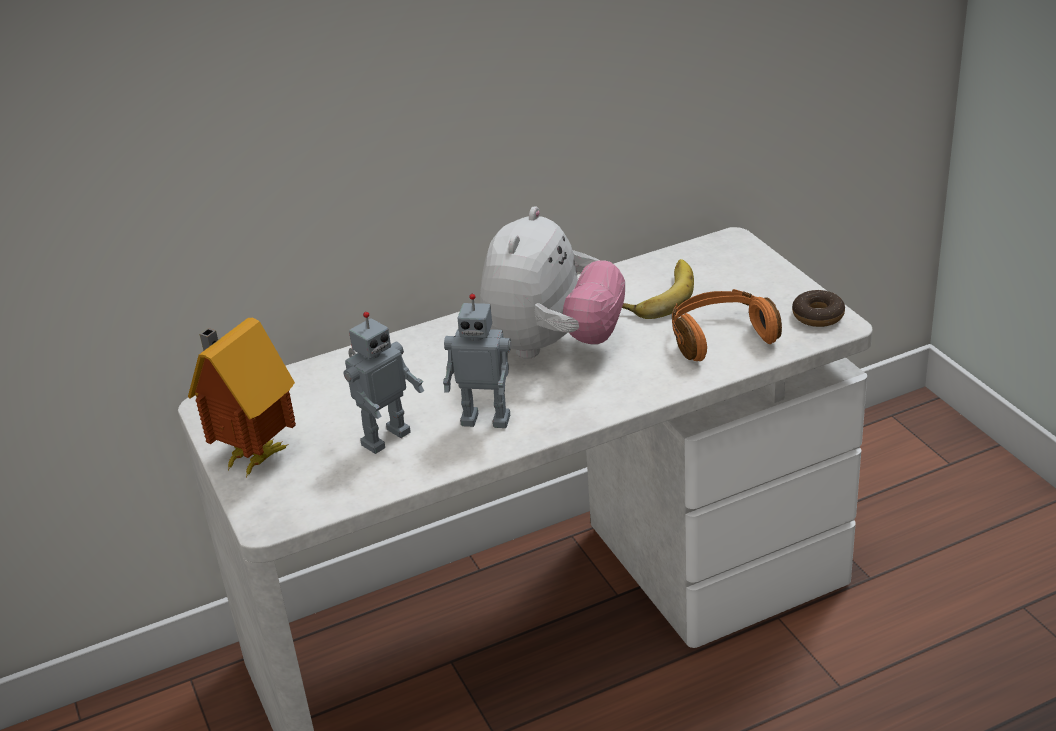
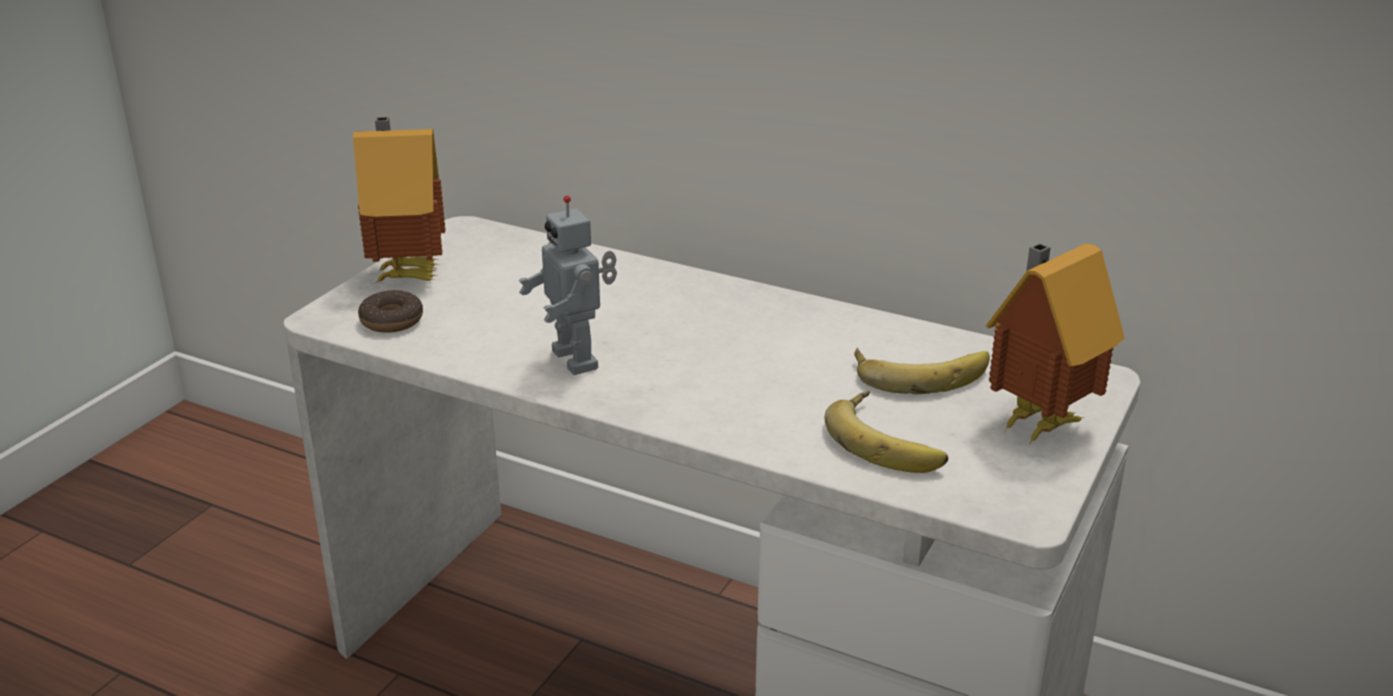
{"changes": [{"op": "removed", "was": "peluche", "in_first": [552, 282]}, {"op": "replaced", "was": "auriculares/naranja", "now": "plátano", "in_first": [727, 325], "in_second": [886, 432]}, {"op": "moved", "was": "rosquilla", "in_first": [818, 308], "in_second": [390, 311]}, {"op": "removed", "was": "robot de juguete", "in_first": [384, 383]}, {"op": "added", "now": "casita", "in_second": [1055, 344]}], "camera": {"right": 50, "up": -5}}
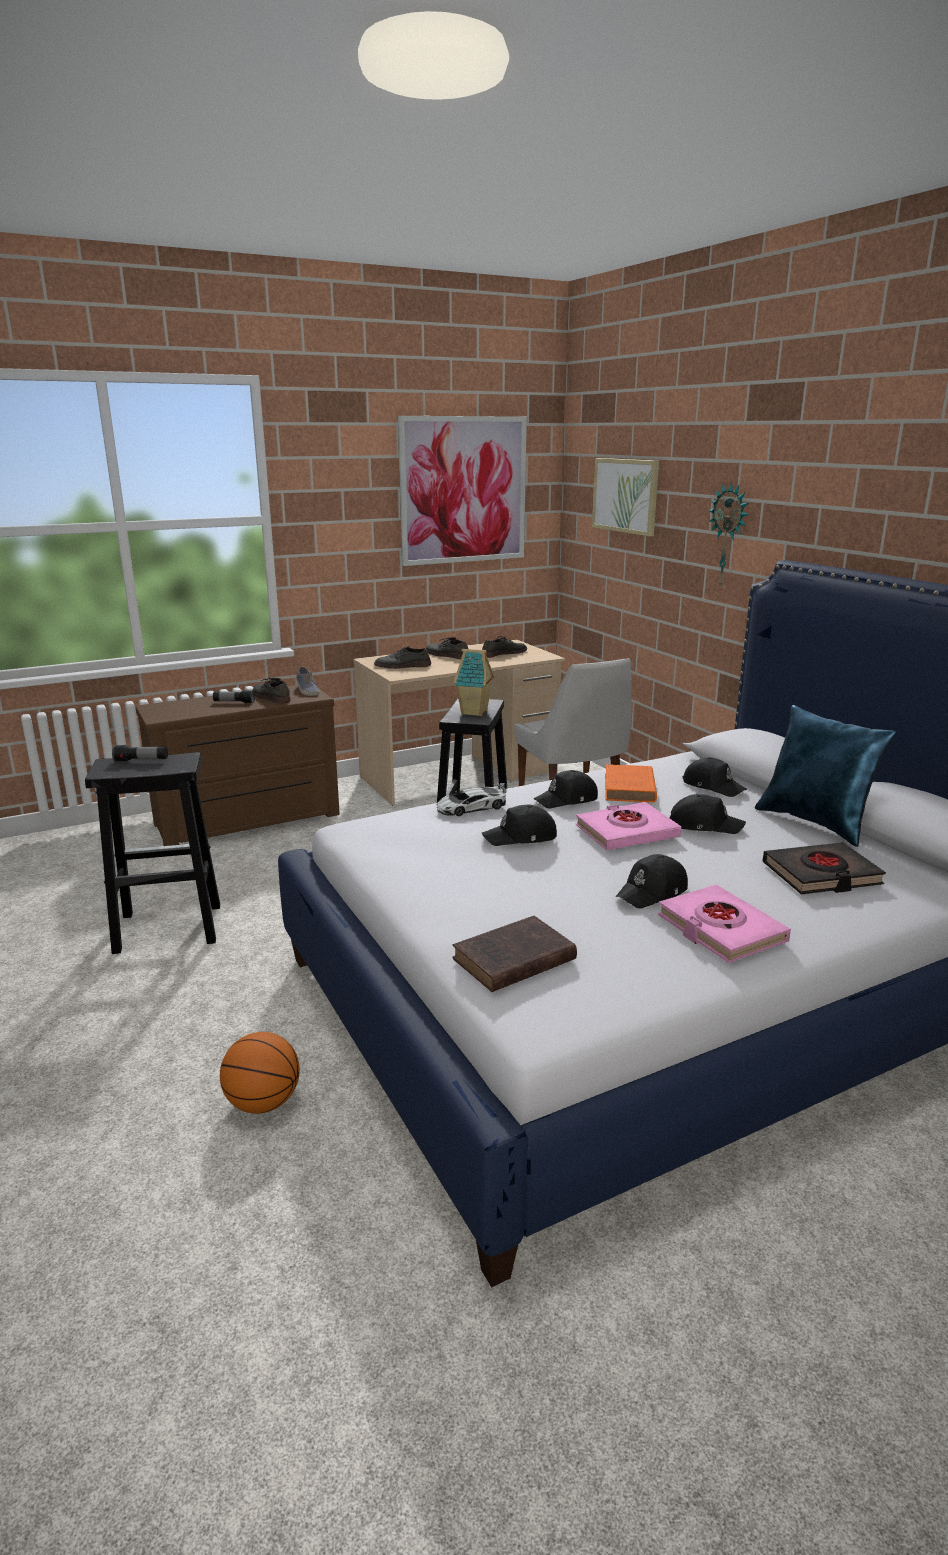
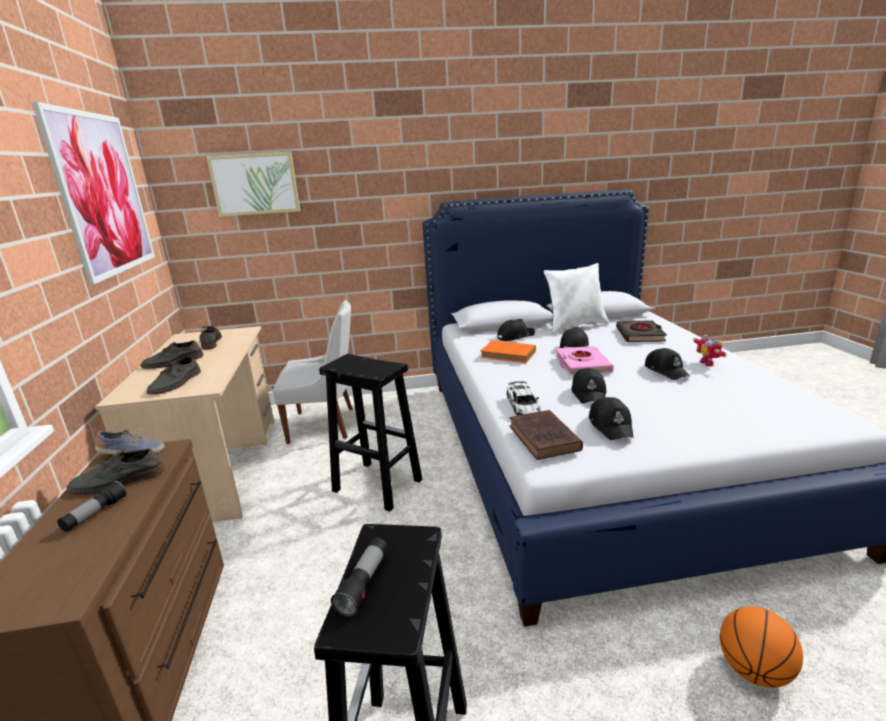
{"changes": [{"op": "removed", "was": "reloj de pared", "in_first": [728, 535]}, {"op": "removed", "was": "casita", "in_first": [474, 682]}, {"op": "recoloured", "was": "cojín/azul", "now": "cojín/blanco", "in_first": [825, 776], "in_second": [576, 298]}, {"op": "moved", "was": "gorra/negro", "in_first": [565, 789], "in_second": [611, 418]}, {"op": "replaced", "was": "libro/rosa", "now": "robot de juguete", "in_first": [724, 924], "in_second": [710, 350]}, {"op": "moved", "was": "libro/marrón", "in_first": [515, 954], "in_second": [546, 435]}], "camera": {"right": -70, "up": 0}}
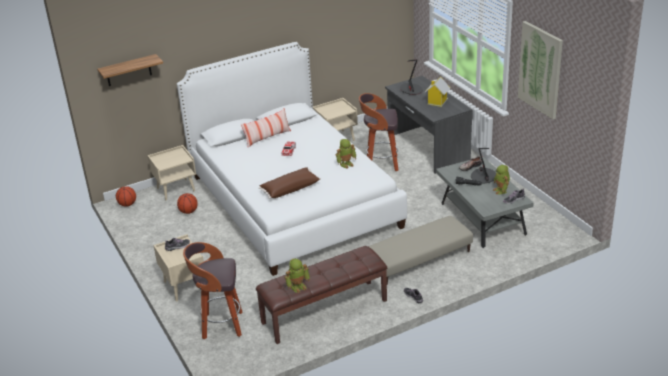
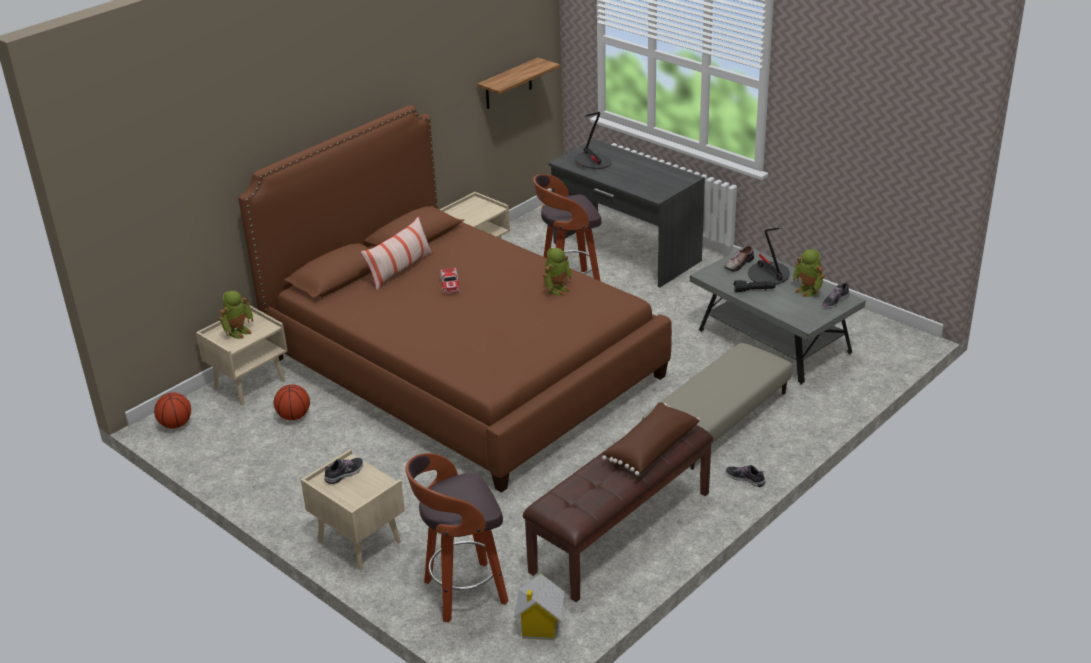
{"changes": [{"op": "removed", "was": "cuadro", "in_first": [540, 70]}, {"op": "recoloured", "was": "cama/blanco", "now": "cama/marrón", "in_first": [292, 159], "in_second": [455, 299]}, {"op": "moved", "was": "estante", "in_first": [130, 70], "in_second": [518, 83]}, {"op": "moved", "was": "casita", "in_first": [437, 92], "in_second": [539, 607]}, {"op": "moved", "was": "cojín/marrón", "in_first": [290, 183], "in_second": [651, 439]}, {"op": "moved", "was": "robot de juguete", "in_first": [297, 275], "in_second": [236, 315]}], "camera": {"right": -20, "up": 0}}
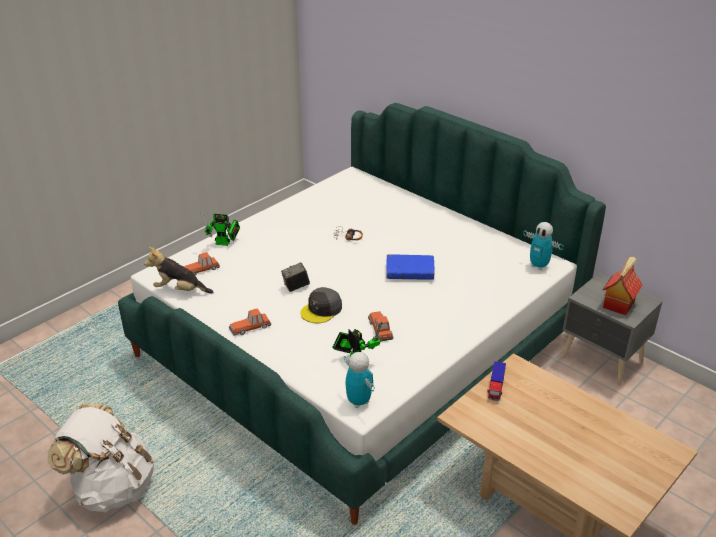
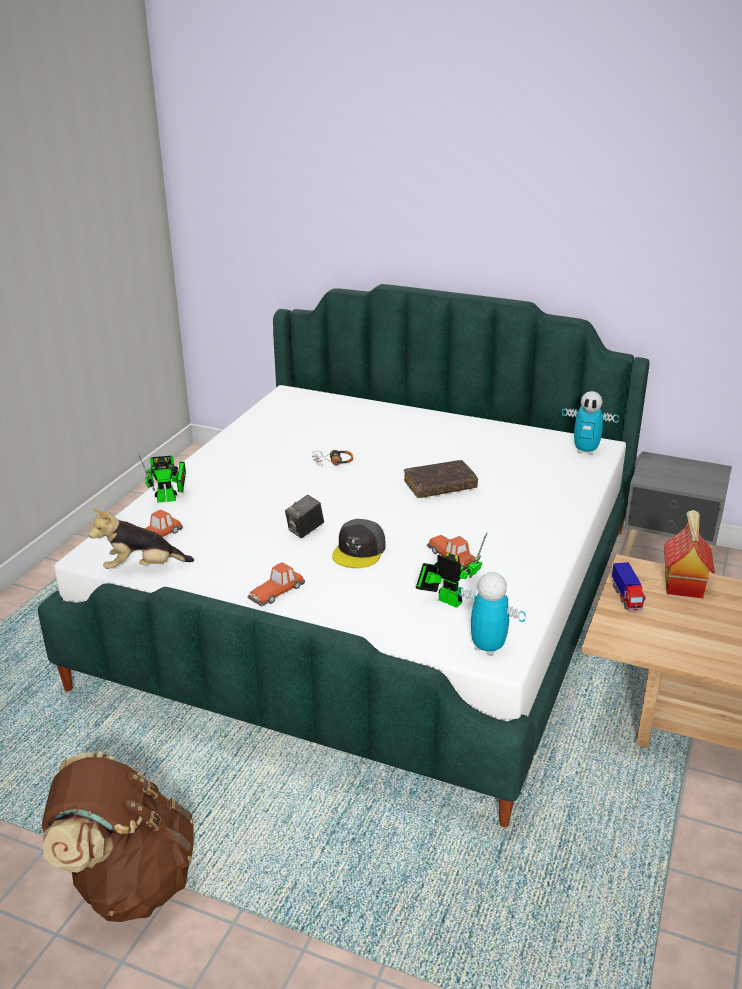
{"changes": [{"op": "recoloured", "was": "libro/azul", "now": "libro/marrón", "in_first": [410, 267], "in_second": [441, 479]}, {"op": "moved", "was": "casita", "in_first": [622, 285], "in_second": [689, 554]}, {"op": "recoloured", "was": "mochila/blanco", "now": "mochila/marrón", "in_first": [100, 458], "in_second": [118, 836]}], "camera": {"right": -20, "up": -5}}
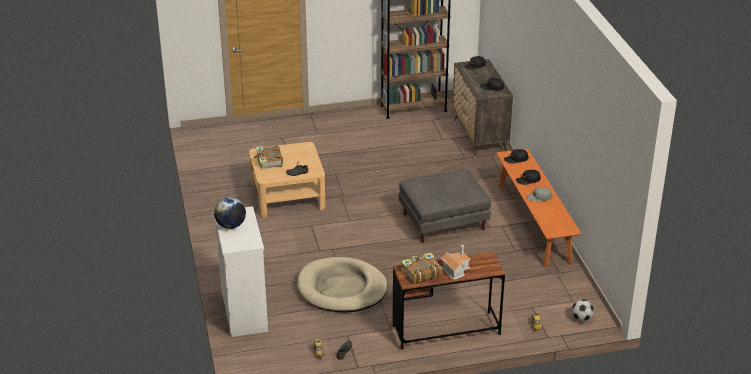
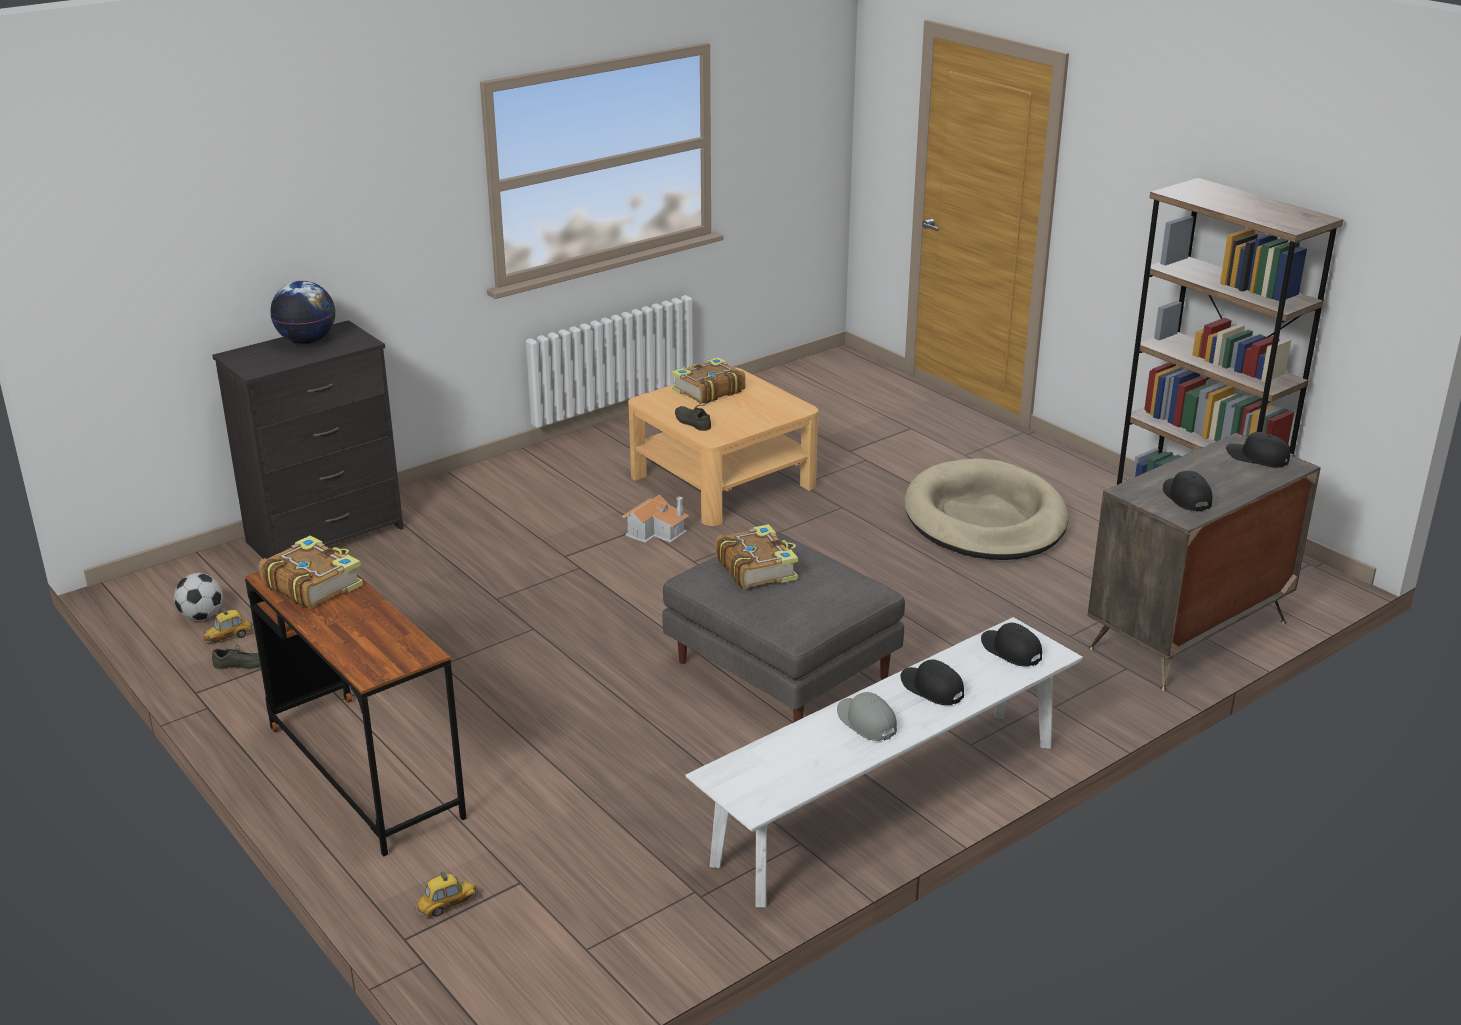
{"changes": [{"op": "recoloured", "was": "banco/naranja", "now": "banco/blanco", "in_first": [538, 207], "in_second": [884, 762]}, {"op": "recoloured", "was": "cómoda/blanco", "now": "cómoda/negro", "in_first": [241, 271], "in_second": [308, 439]}, {"op": "moved", "was": "casita", "in_first": [455, 262], "in_second": [655, 519]}, {"op": "moved", "was": "cama para perro/beis", "in_first": [342, 285], "in_second": [986, 509]}, {"op": "moved", "was": "balón de fútbol", "in_first": [583, 311], "in_second": [198, 596]}, {"op": "added", "now": "libro", "in_second": [757, 556]}], "camera": {"right": 65, "up": -5}}
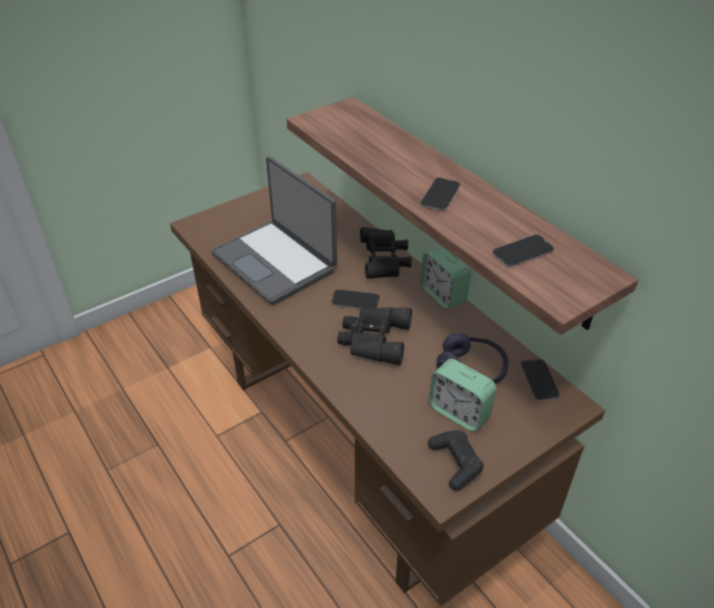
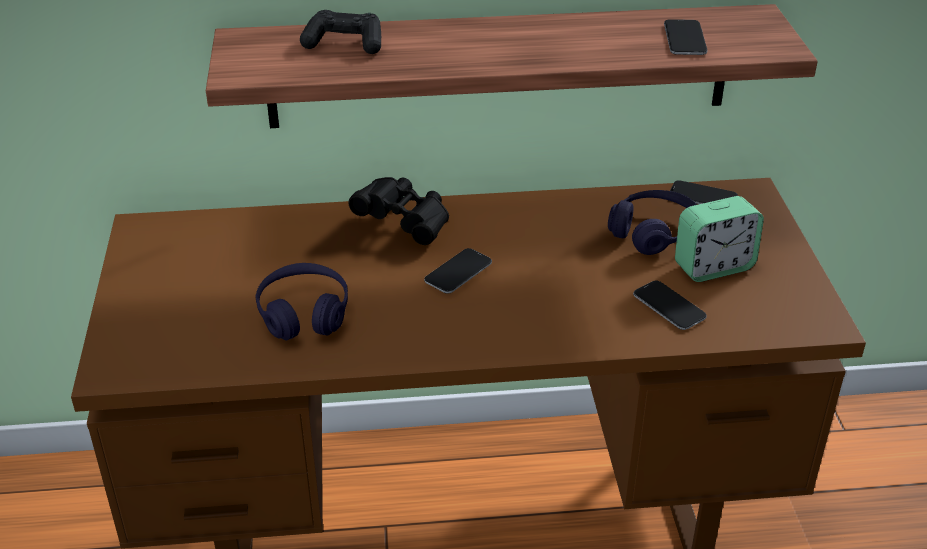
{"changes": [{"op": "replaced", "was": "portátil", "now": "auriculares/morado", "in_first": [274, 231], "in_second": [301, 301]}, {"op": "moved", "was": "móvil", "in_first": [440, 194], "in_second": [670, 305]}, {"op": "removed", "was": "despertador", "in_first": [445, 278]}, {"op": "removed", "was": "prismáticos/negro", "in_first": [374, 336]}, {"op": "moved", "was": "mando de consola/negro", "in_first": [456, 460], "in_second": [340, 32]}], "camera": {"right": -60, "up": -5}}
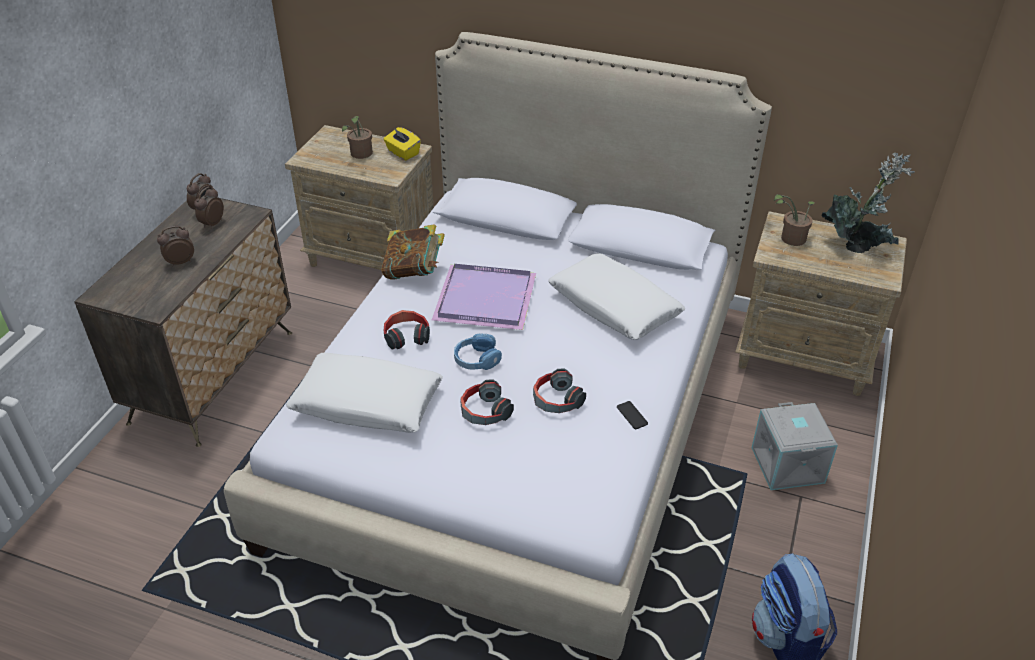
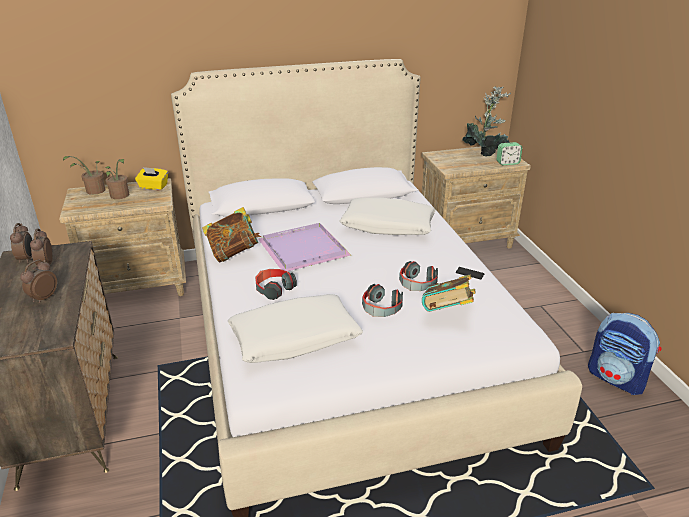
{"changes": [{"op": "moved", "was": "planta en maceta", "in_first": [794, 220], "in_second": [84, 175]}, {"op": "removed", "was": "auriculares/azul", "in_first": [478, 351]}, {"op": "removed", "was": "caja de almacenaje/gris", "in_first": [795, 446]}, {"op": "added", "now": "despertador", "in_second": [509, 153]}, {"op": "added", "now": "libro", "in_second": [449, 293]}], "camera": {"right": -35, "up": -10}}
